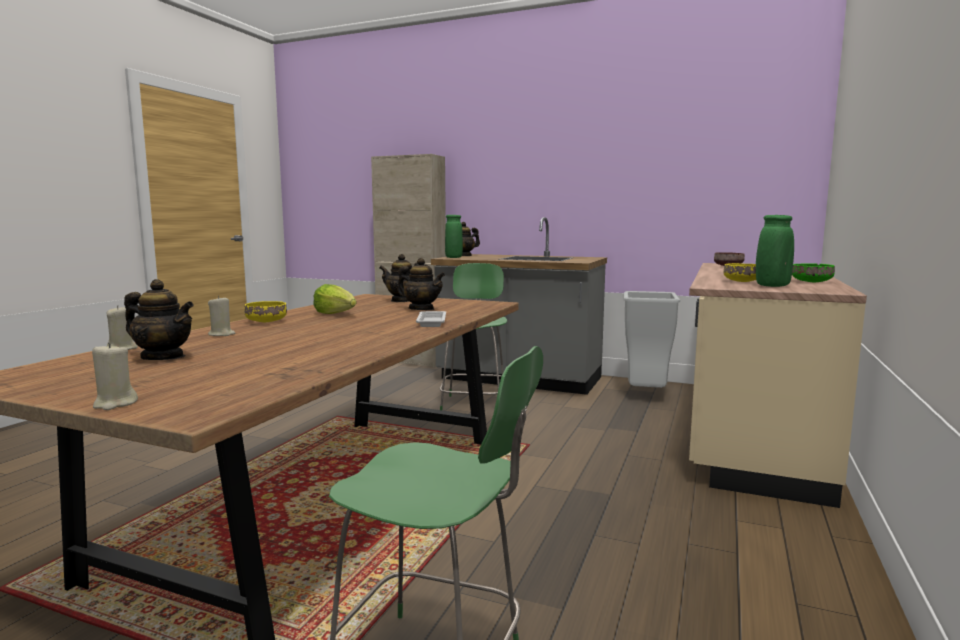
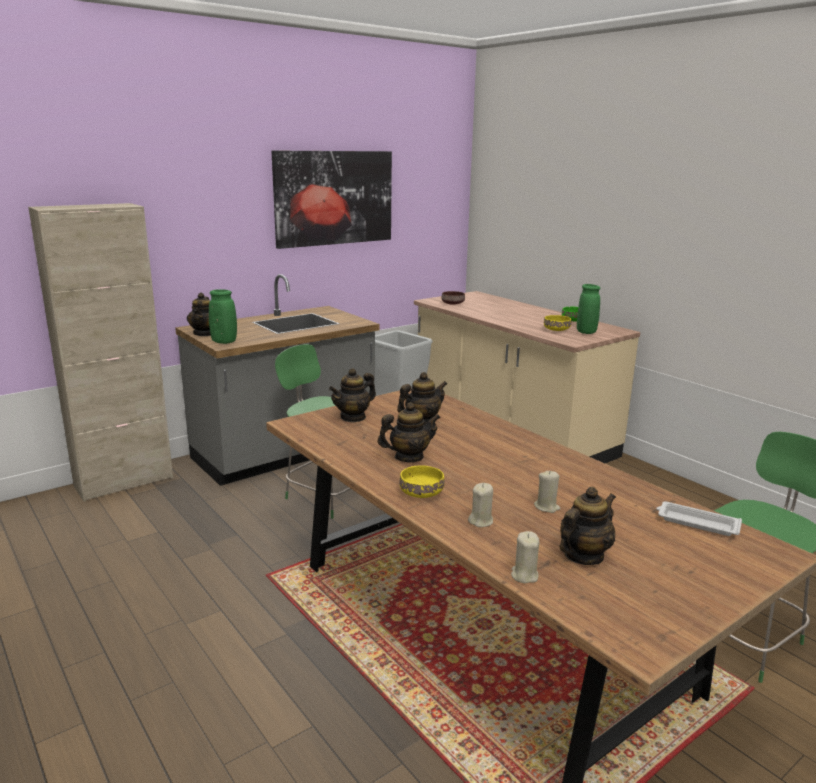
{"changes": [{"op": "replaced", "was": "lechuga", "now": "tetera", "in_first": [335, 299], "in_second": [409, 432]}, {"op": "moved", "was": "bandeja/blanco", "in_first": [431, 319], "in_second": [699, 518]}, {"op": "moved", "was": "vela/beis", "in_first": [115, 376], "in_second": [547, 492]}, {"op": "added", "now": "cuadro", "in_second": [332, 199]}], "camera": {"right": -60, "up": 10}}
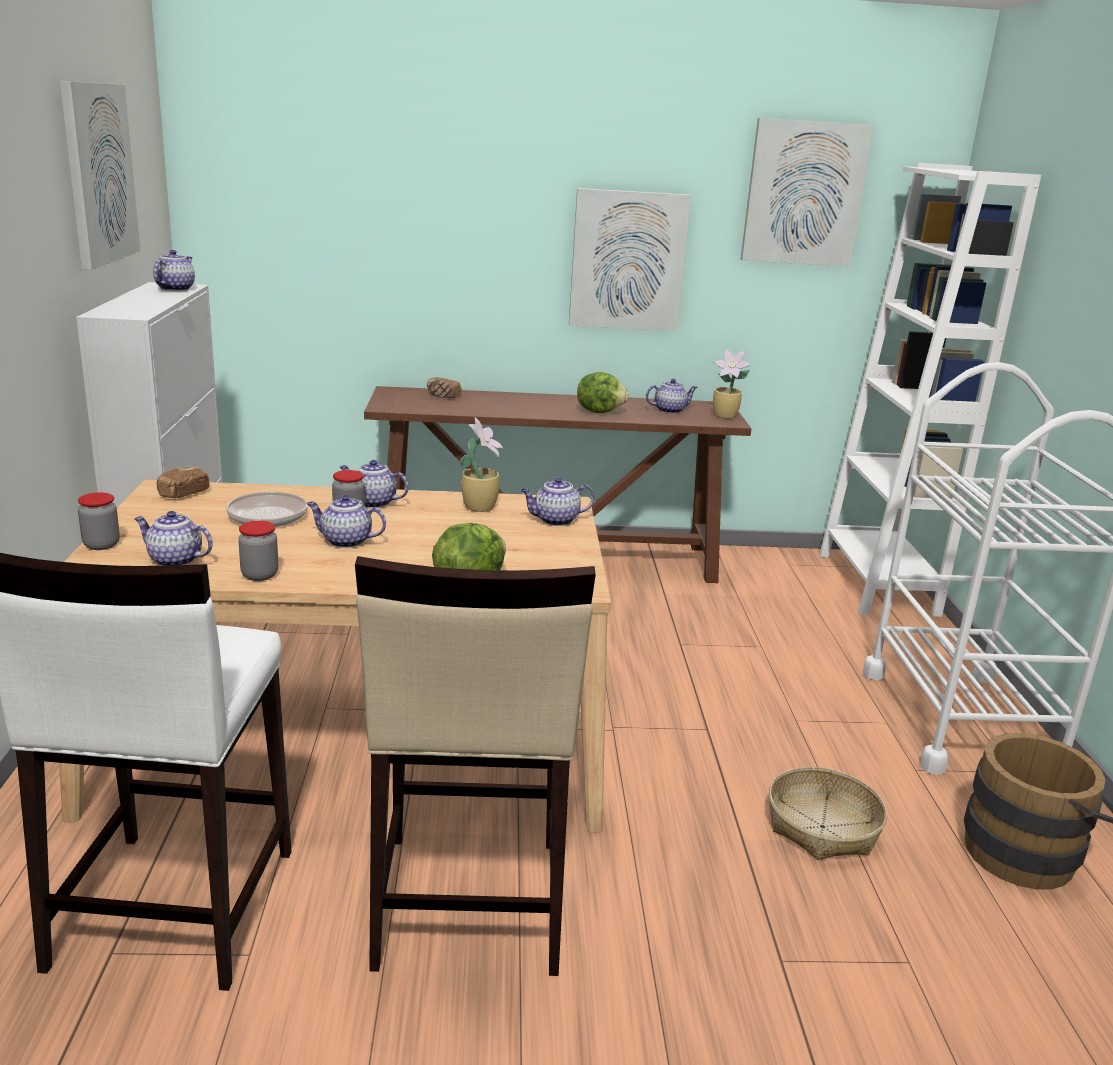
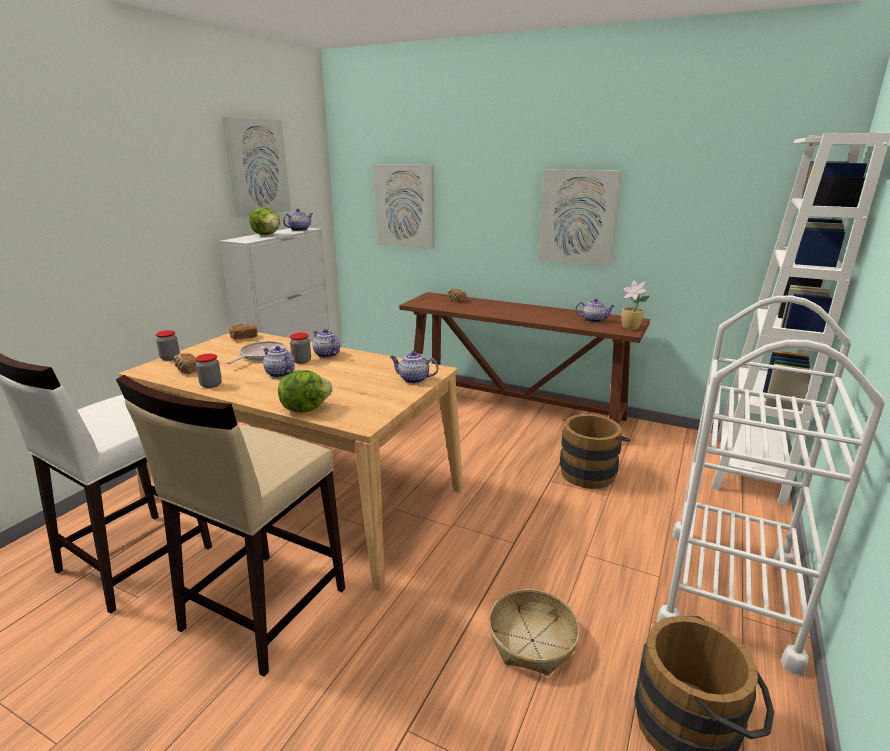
{"changes": [{"op": "moved", "was": "cuadro", "in_first": [807, 192], "in_second": [404, 206]}, {"op": "moved", "was": "lechuga", "in_first": [603, 392], "in_second": [265, 221]}, {"op": "removed", "was": "planta en maceta", "in_first": [481, 464]}, {"op": "replaced", "was": "tetera", "now": "pan", "in_first": [173, 538], "in_second": [186, 363]}, {"op": "added", "now": "cubo/marrón", "in_second": [595, 451]}], "camera": {"right": 30, "up": 0}}
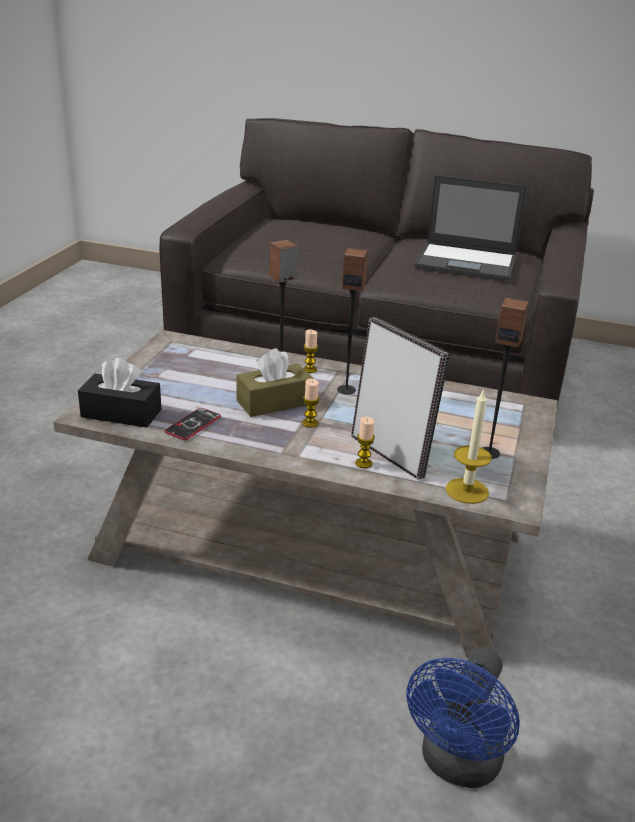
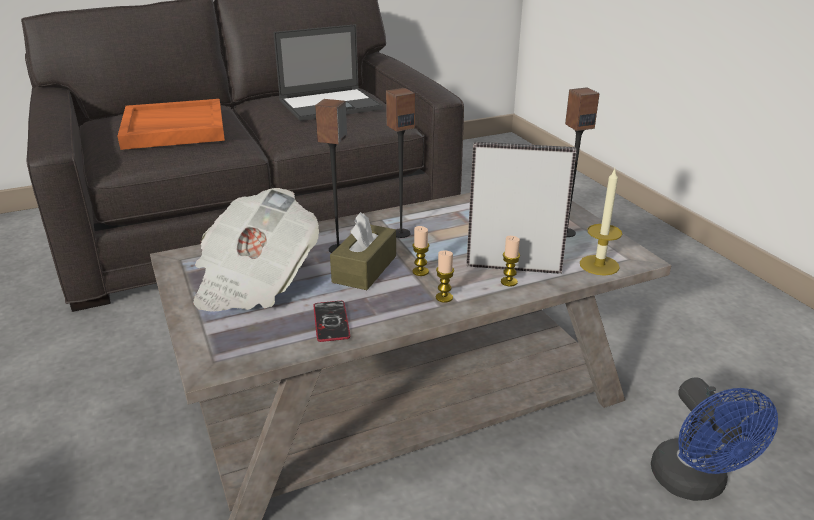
{"changes": [{"op": "moved", "was": "vela", "in_first": [310, 351], "in_second": [445, 276]}, {"op": "removed", "was": "caja de pañuelos/negro", "in_first": [119, 393]}, {"op": "added", "now": "bandeja/naranja", "in_second": [171, 124]}, {"op": "added", "now": "periódico", "in_second": [256, 250]}], "camera": {"right": -40, "up": 0}}
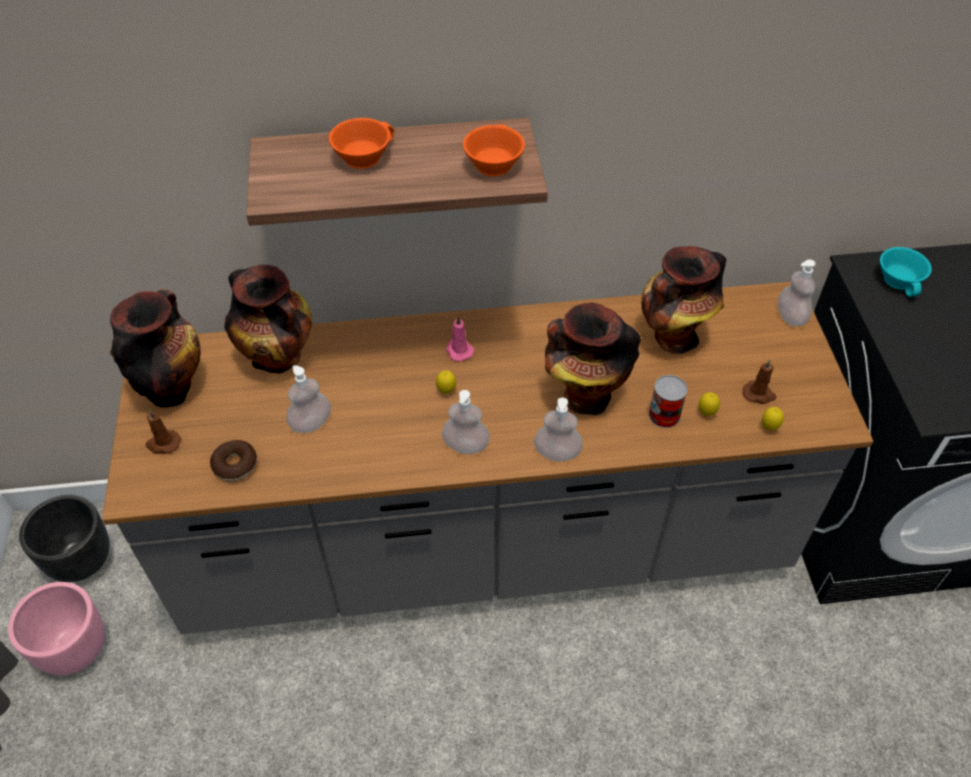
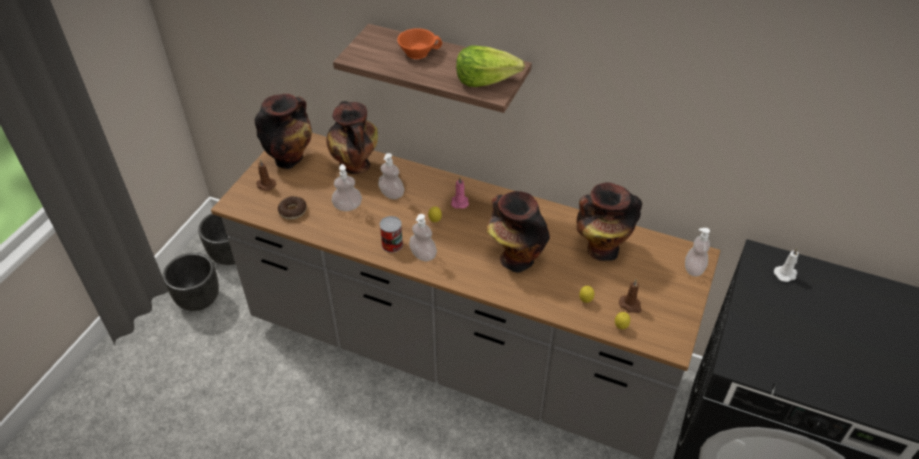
{"changes": [{"op": "replaced", "was": "taza/naranja", "now": "lechuga", "in_first": [494, 150], "in_second": [490, 66]}, {"op": "replaced", "was": "taza/turquesa", "now": "vela/blanco", "in_first": [906, 272], "in_second": [786, 265]}, {"op": "moved", "was": "lata", "in_first": [668, 401], "in_second": [391, 234]}, {"op": "moved", "was": "dispensador de jabón", "in_first": [558, 429], "in_second": [391, 176]}, {"op": "recoloured", "was": "maceta/rosa", "now": "maceta/negro", "in_first": [56, 629], "in_second": [191, 282]}], "camera": {"right": 30, "up": -5}}
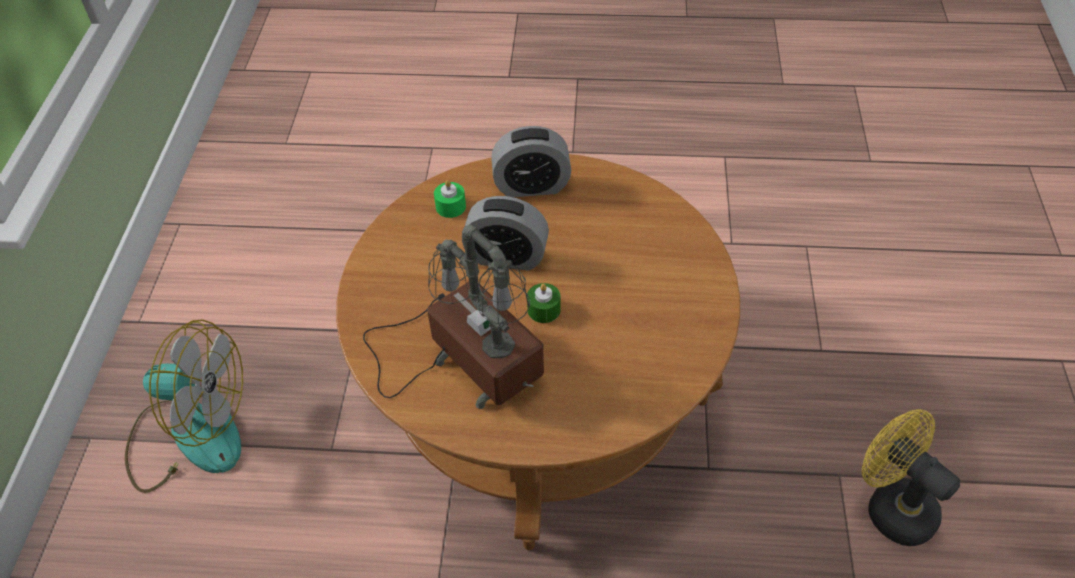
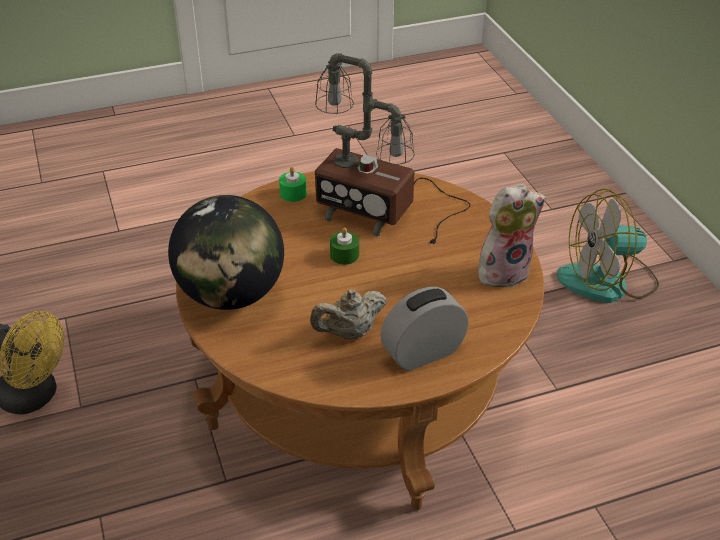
{"changes": [{"op": "moved", "was": "vela/verde", "in_first": [450, 199], "in_second": [293, 184]}, {"op": "removed", "was": "despertador", "in_first": [505, 233]}, {"op": "added", "now": "peluche", "in_second": [512, 236]}, {"op": "added", "now": "globo terráqueo", "in_second": [226, 252]}, {"op": "added", "now": "tetera/beis", "in_second": [348, 314]}], "camera": {"right": 155, "up": -10}}
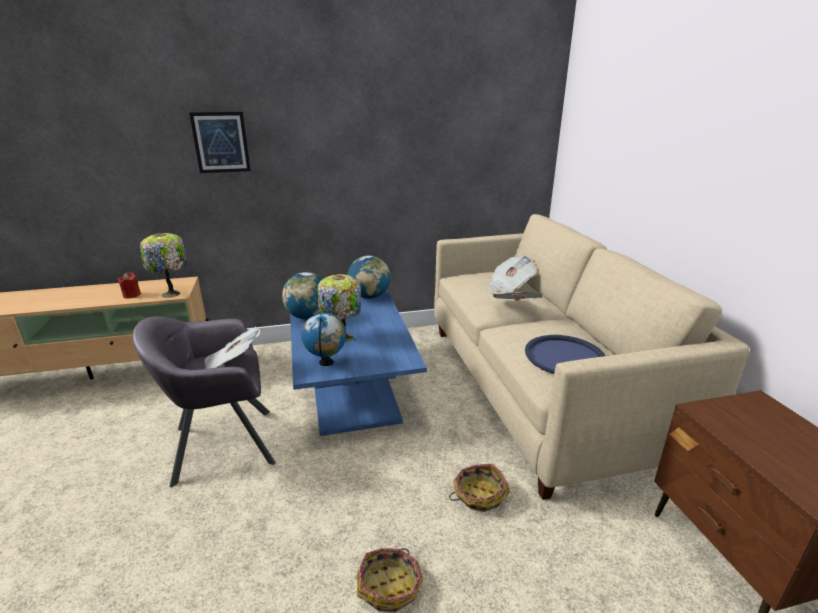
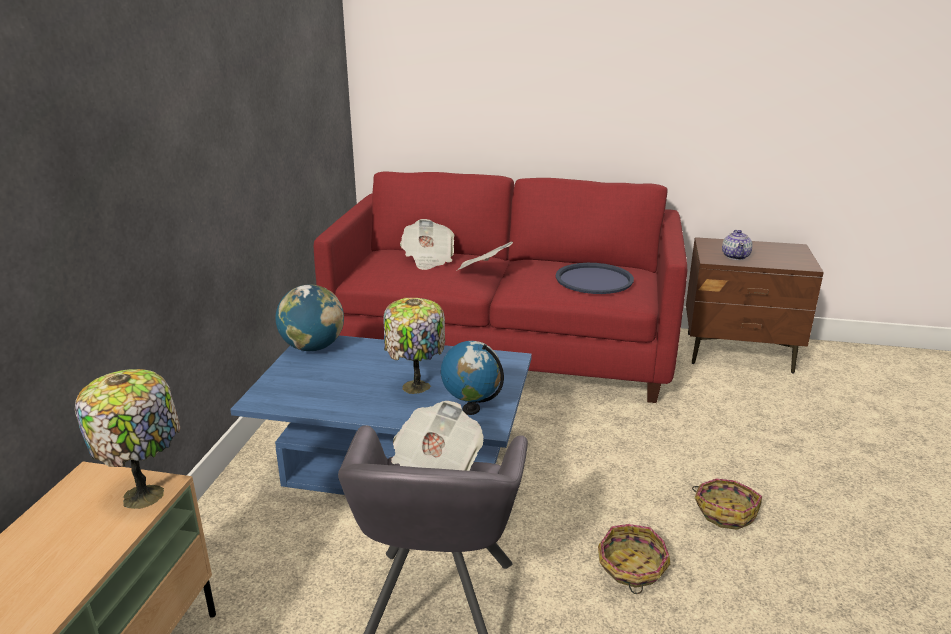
{"changes": [{"op": "removed", "was": "cuadro", "in_first": [220, 142]}, {"op": "recoloured", "was": "sofá/beis", "now": "sofá/rojo", "in_first": [591, 357], "in_second": [500, 287]}, {"op": "removed", "was": "vela/rojo", "in_first": [129, 285]}, {"op": "removed", "was": "globo terráqueo", "in_first": [302, 296]}, {"op": "moved", "was": "cesta", "in_first": [479, 488], "in_second": [634, 559]}, {"op": "added", "now": "tetera", "in_second": [737, 245]}], "camera": {"right": -65, "up": 0}}
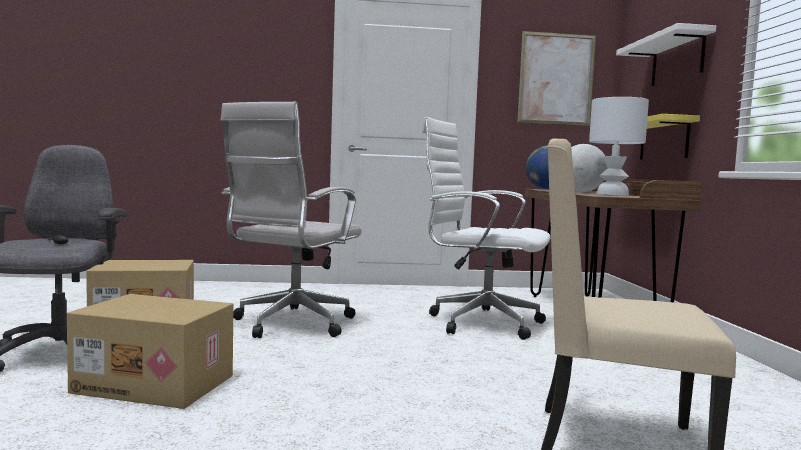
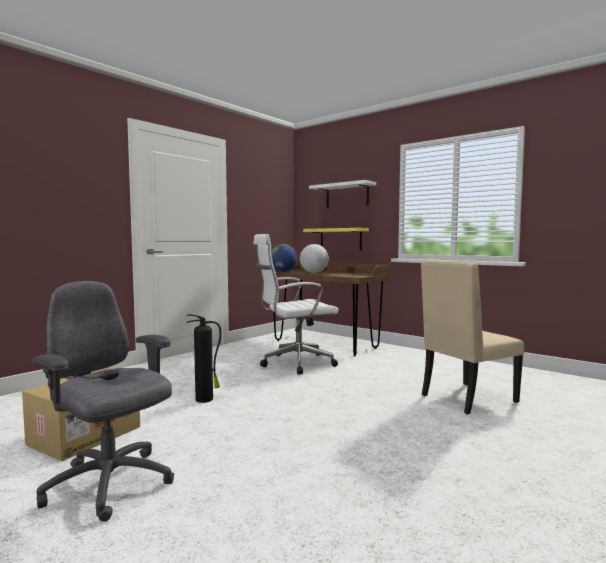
{"changes": [{"op": "removed", "was": "cuadro", "in_first": [556, 78]}, {"op": "removed", "was": "lámpara de mesa/blanco", "in_first": [619, 146]}, {"op": "replaced", "was": "silla de oficina/blanco", "now": "extintor", "in_first": [291, 220], "in_second": [204, 358]}, {"op": "removed", "was": "caja de cartón", "in_first": [150, 351]}], "camera": {"right": -45, "up": 0}}
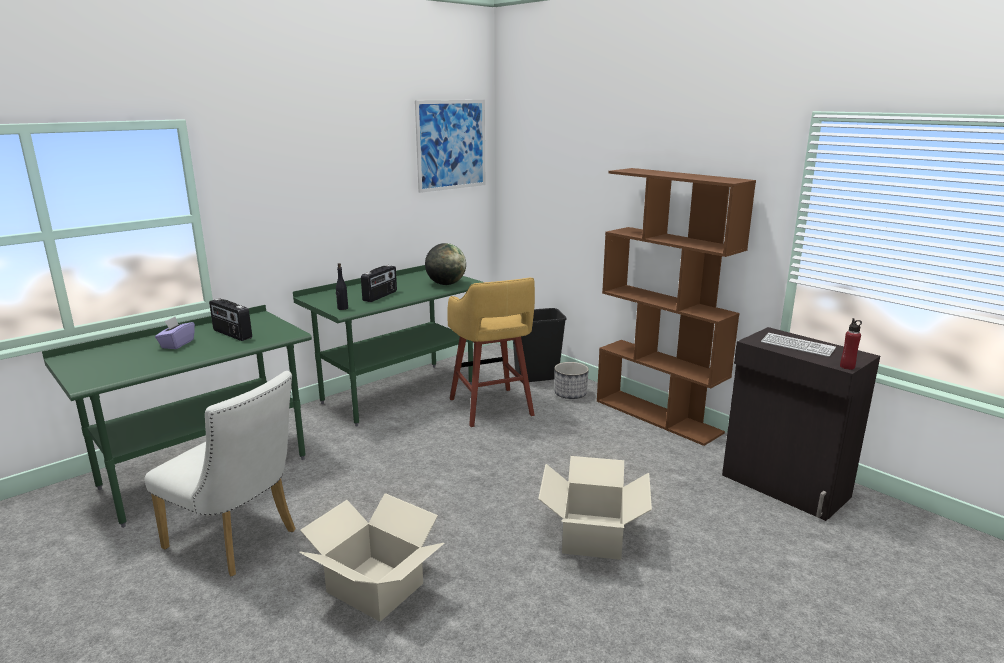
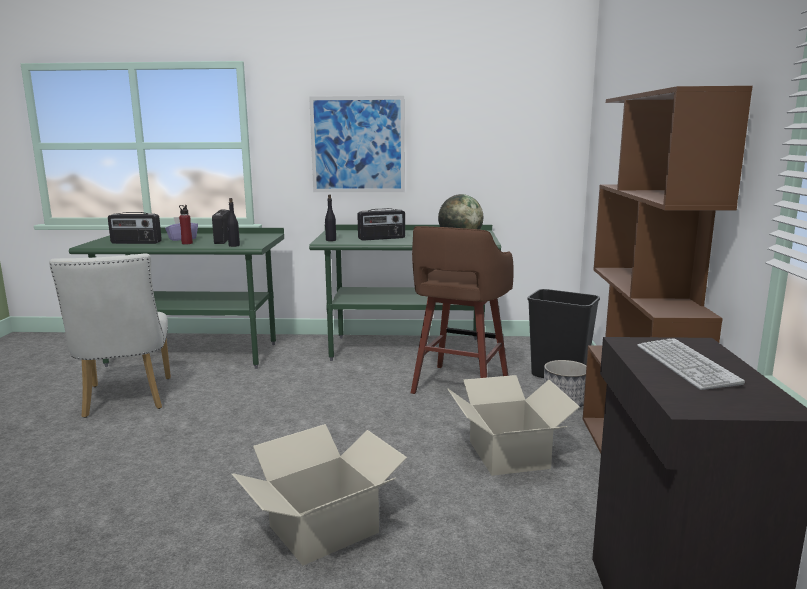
{"changes": [{"op": "moved", "was": "cuadro", "in_first": [450, 146], "in_second": [357, 144]}, {"op": "recoloured", "was": "taburete/amarillo", "now": "taburete/marrón", "in_first": [491, 352], "in_second": [462, 310]}, {"op": "moved", "was": "botella/rojo", "in_first": [851, 344], "in_second": [186, 224]}, {"op": "moved", "was": "caja de cartón", "in_first": [371, 557], "in_second": [514, 425]}, {"op": "added", "now": "botella/negro", "in_second": [233, 222]}, {"op": "added", "now": "radio", "in_second": [135, 228]}], "camera": {"right": 45, "up": -5}}
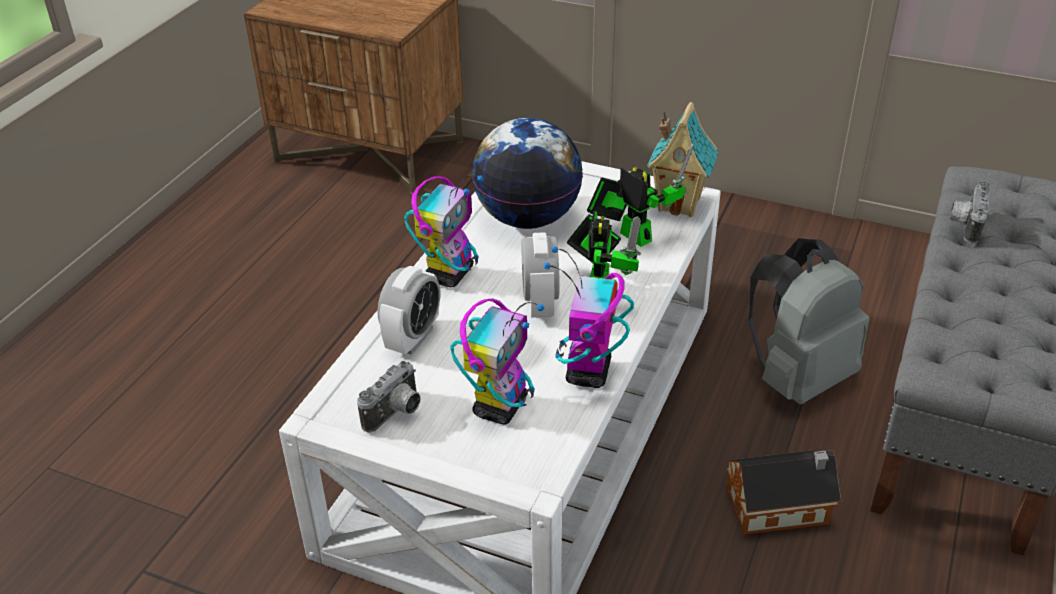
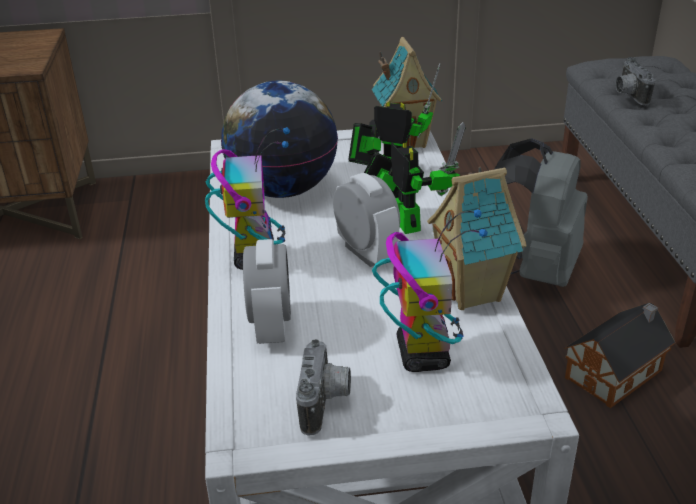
{"changes": [{"op": "replaced", "was": "robot de juguete", "now": "casita", "in_first": [589, 317], "in_second": [477, 238]}], "camera": {"right": -30, "up": -5}}
